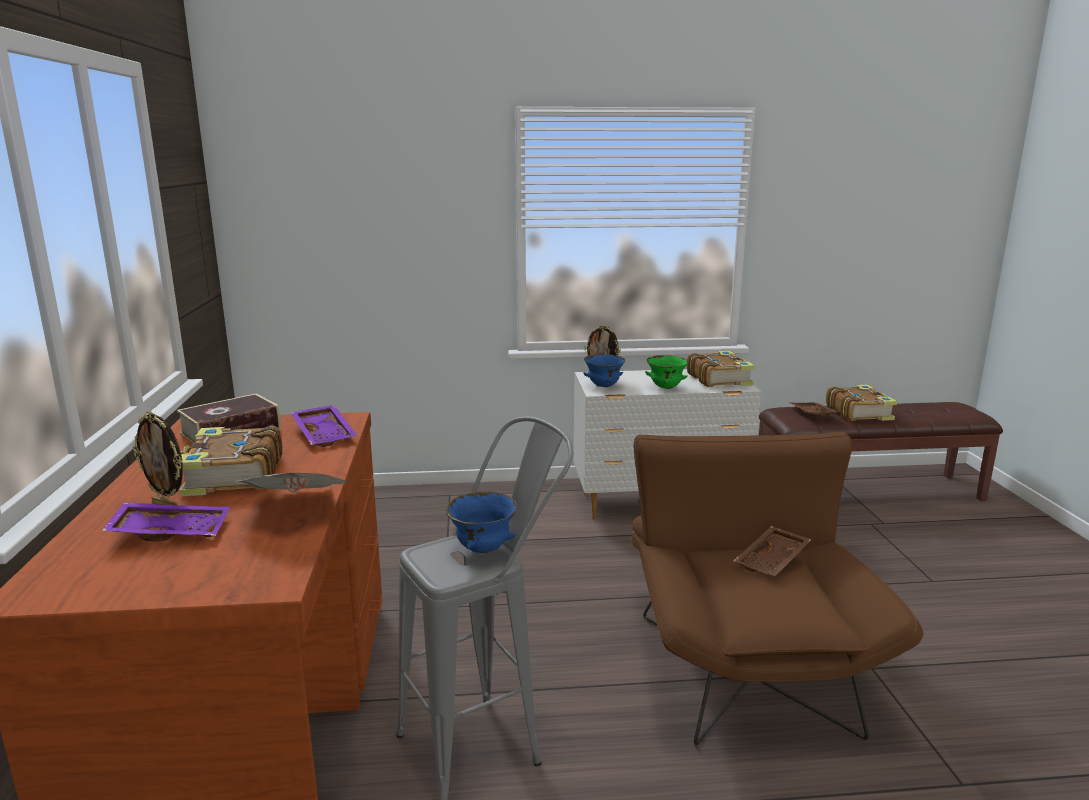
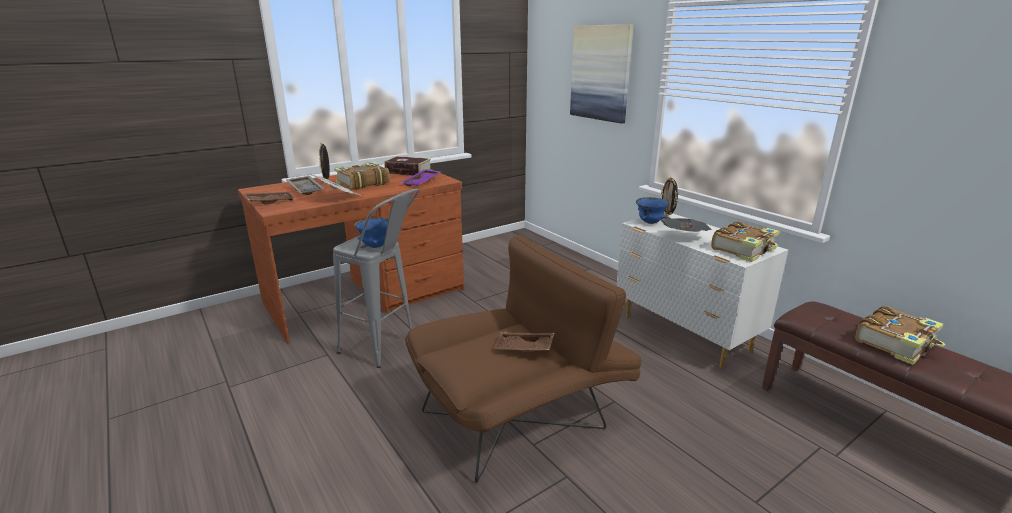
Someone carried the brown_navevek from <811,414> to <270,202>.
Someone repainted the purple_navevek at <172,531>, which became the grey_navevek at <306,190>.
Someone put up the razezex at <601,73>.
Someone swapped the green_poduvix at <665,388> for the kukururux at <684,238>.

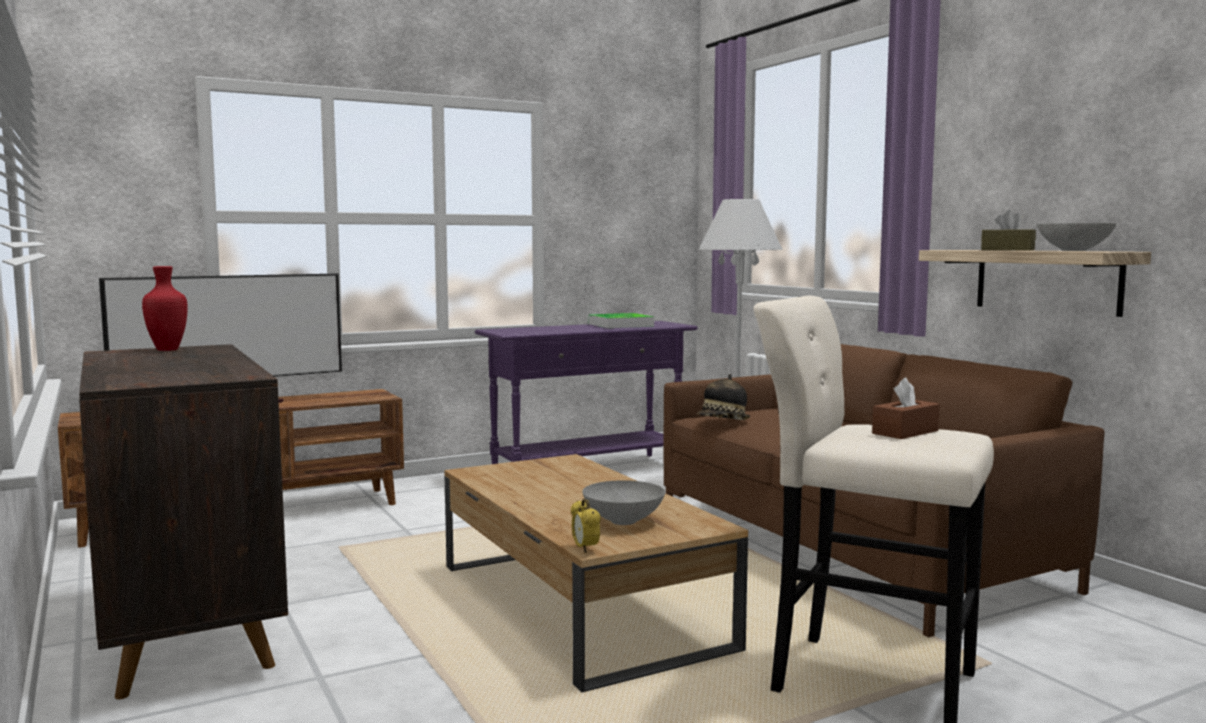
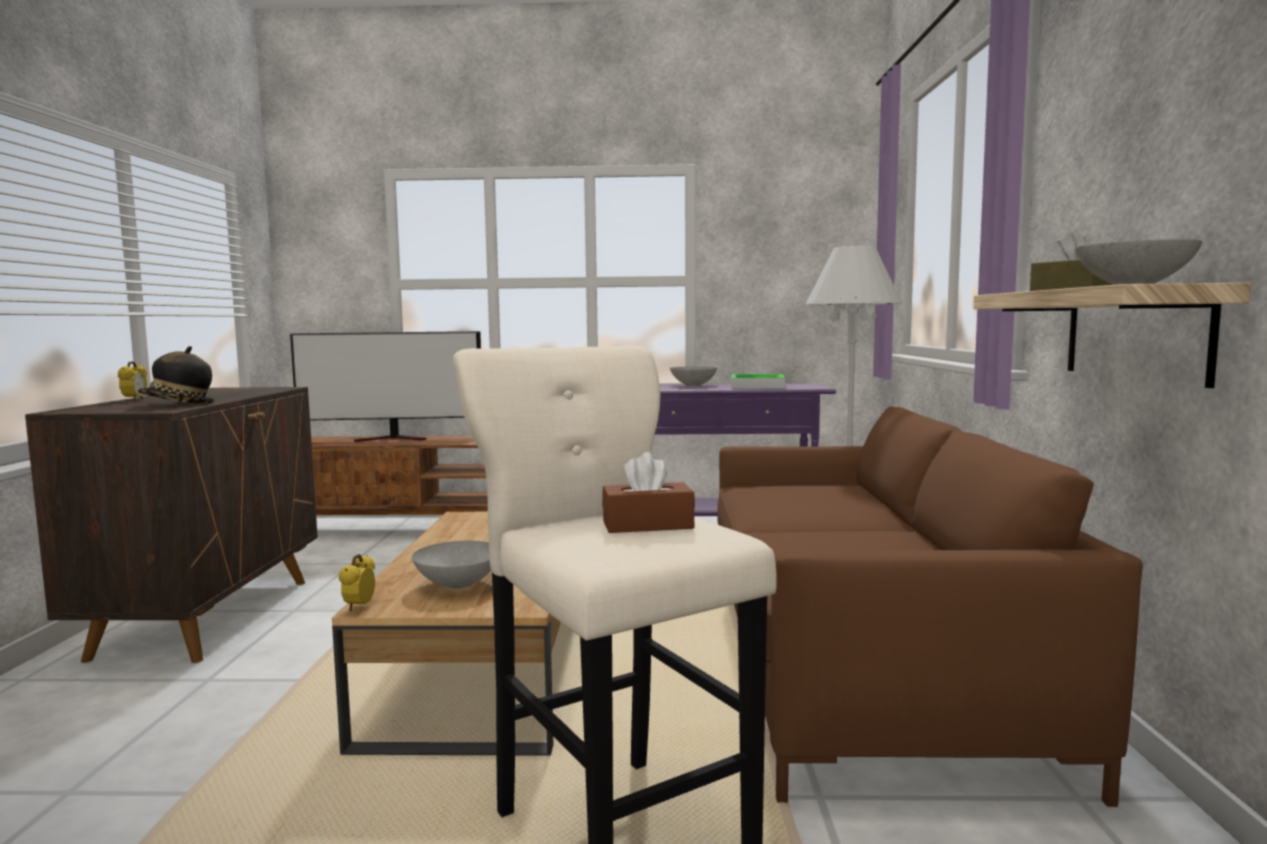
Someone put down the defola at <135,400>.
Someone carried the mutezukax from <723,422> to <178,404>.
Someone put down the grey_poduvix at <693,385>.
Someone took away the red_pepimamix at <166,350>.

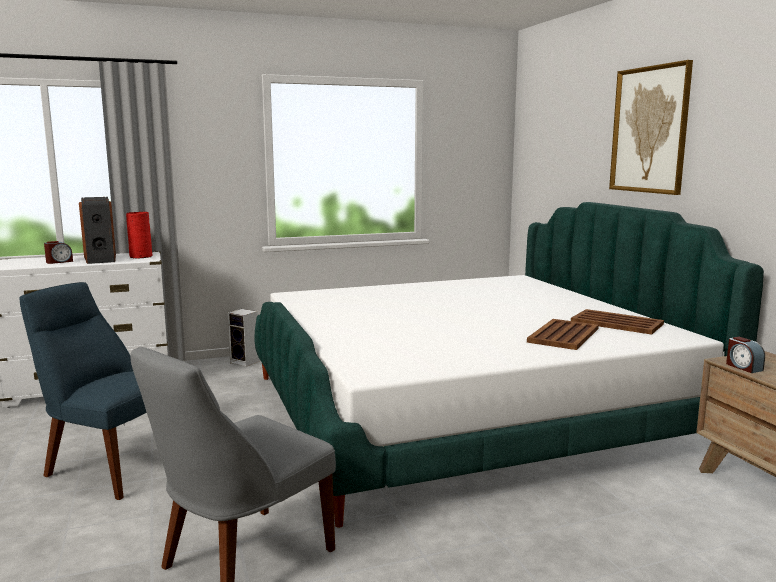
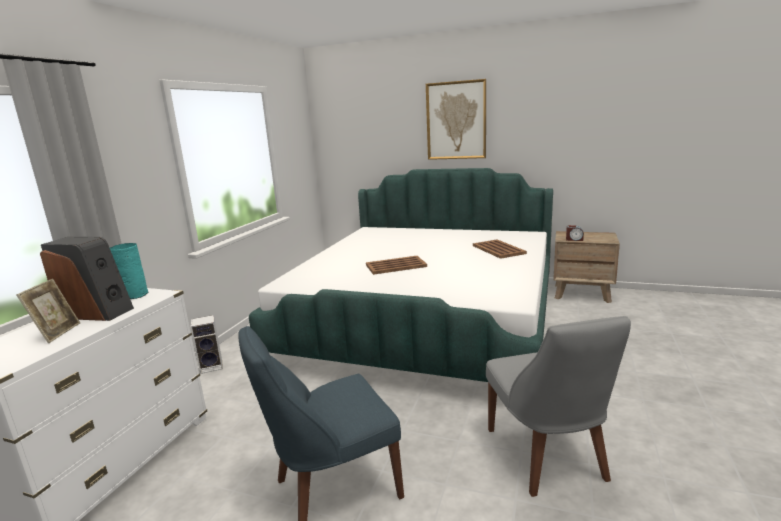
Someone swapped the defola at <59,262> for the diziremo at <57,333>.
Someone repainted the red_pepimamix at <141,256>, which became the turquoise_pepimamix at <135,295>.
Someone carried the brown_navevek from <616,323> to <395,266>.

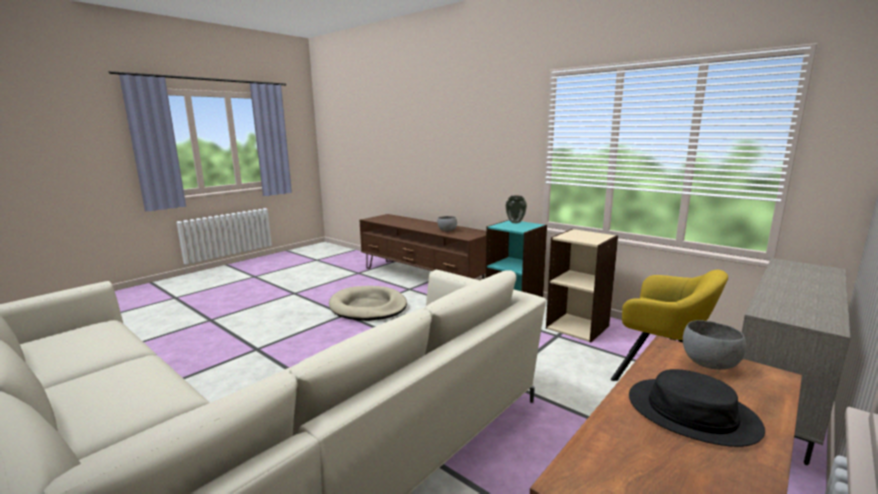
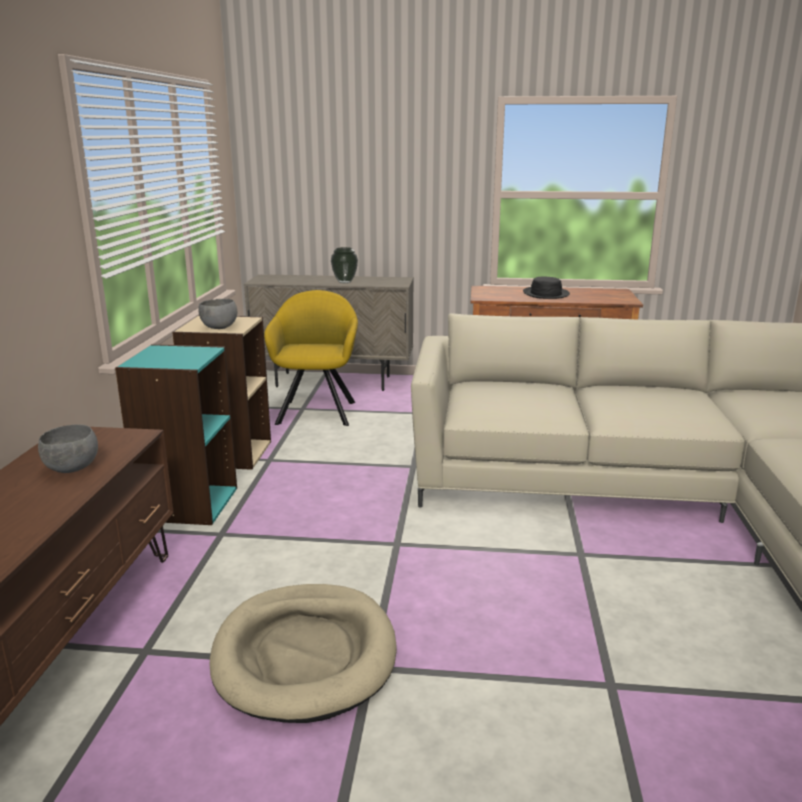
Someone carried the grey_poduvix from <708,364> to <219,328>.
Someone carried the pepimamix from <515,222> to <345,282>.

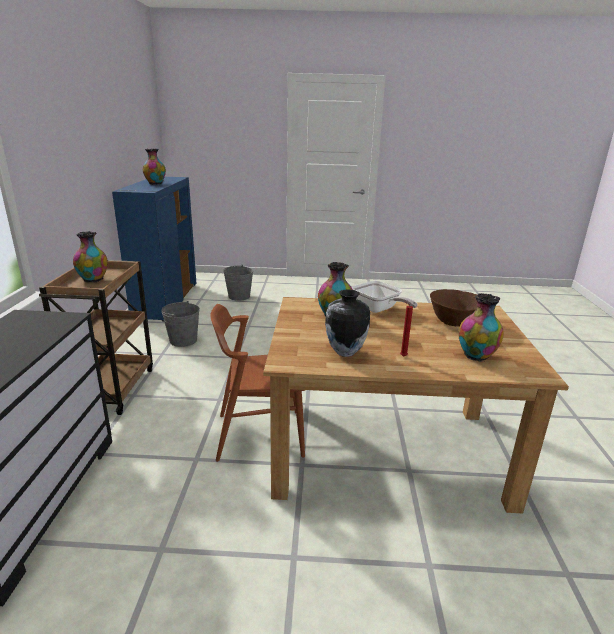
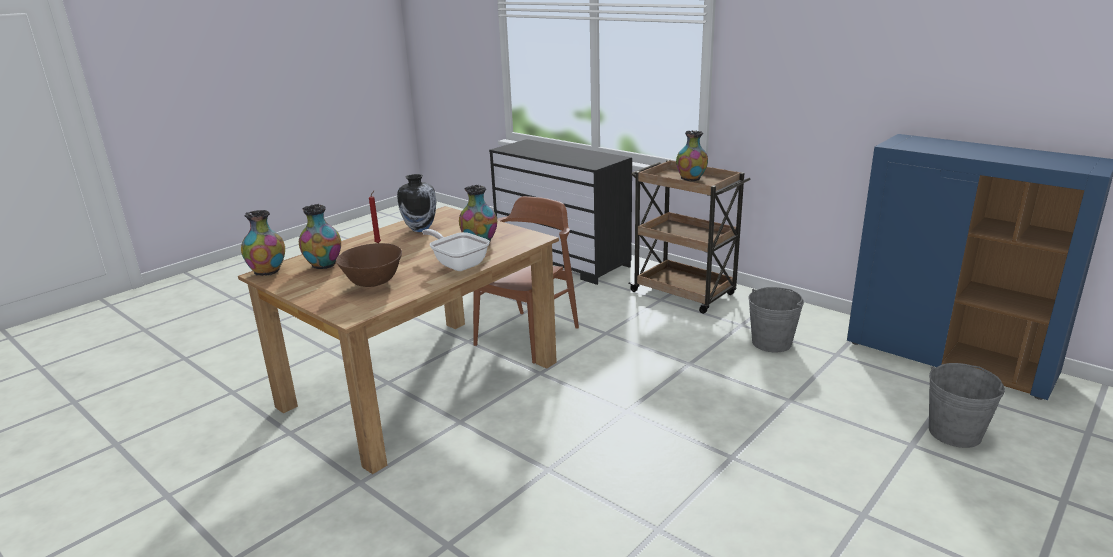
Someone carried the pepimamix from <155,184> to <268,272>.
Someone rotated the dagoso at <378,310> by 45 degrees clockwise.

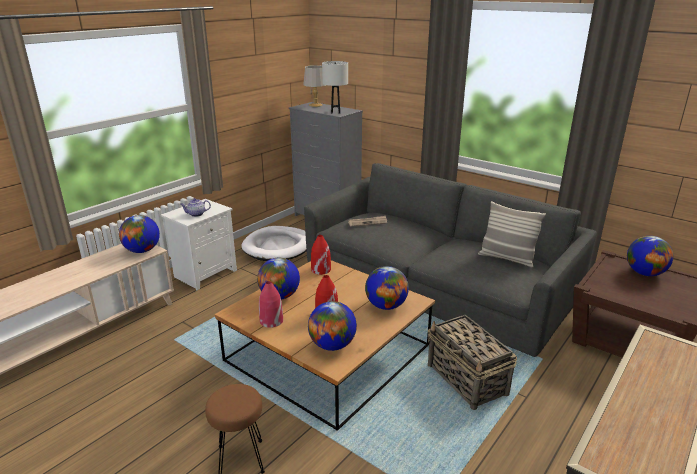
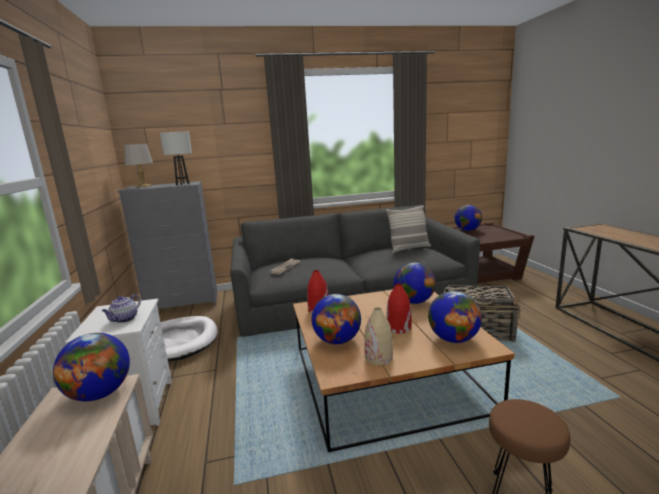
Someone repainted the red_pepimamix at <271,321>, which became the beige_pepimamix at <378,357>.

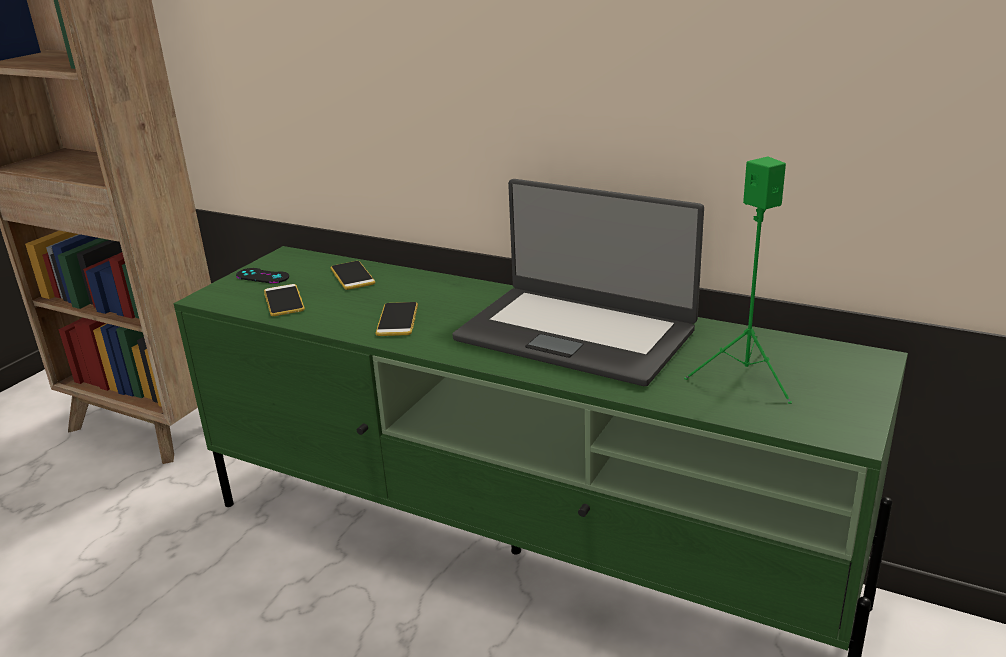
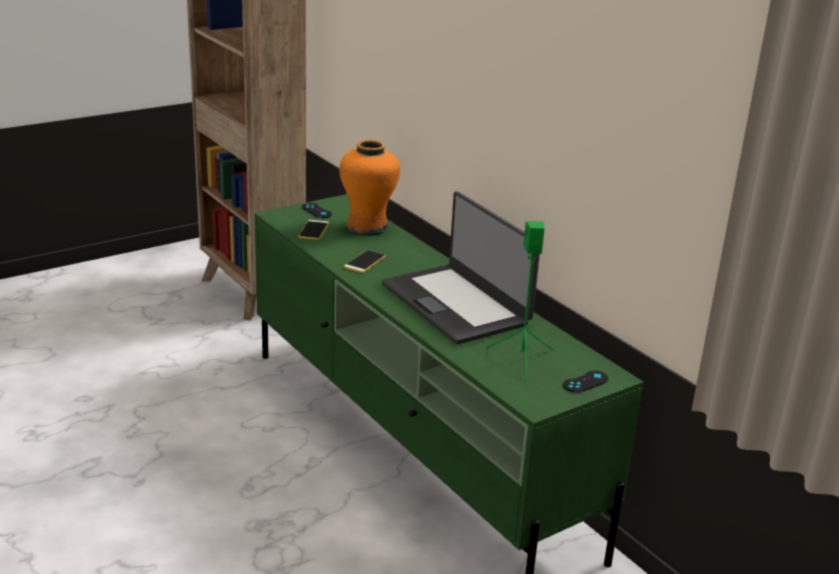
Someone swapped the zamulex at <352,276> for the orange_pepimamix at <367,227>.
Someone put down the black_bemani at <585,382>.

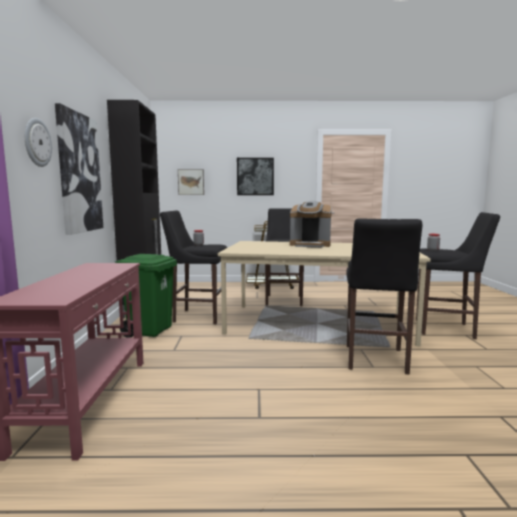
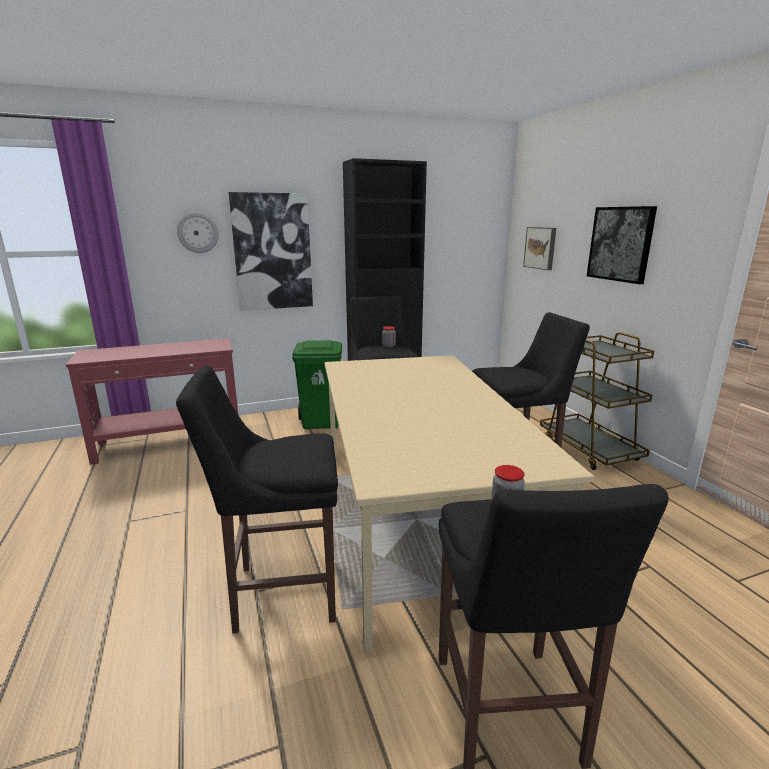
Someone took away the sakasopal at <310,245>.

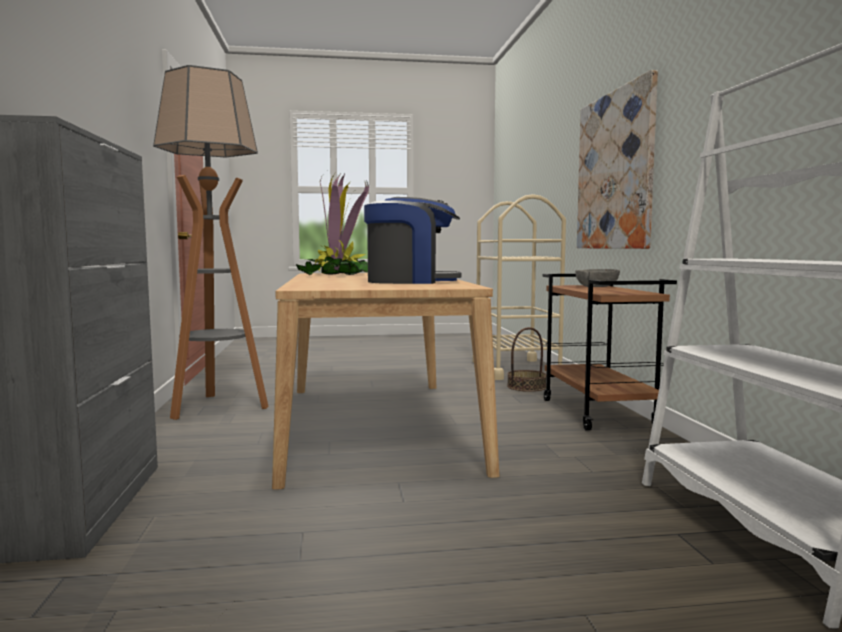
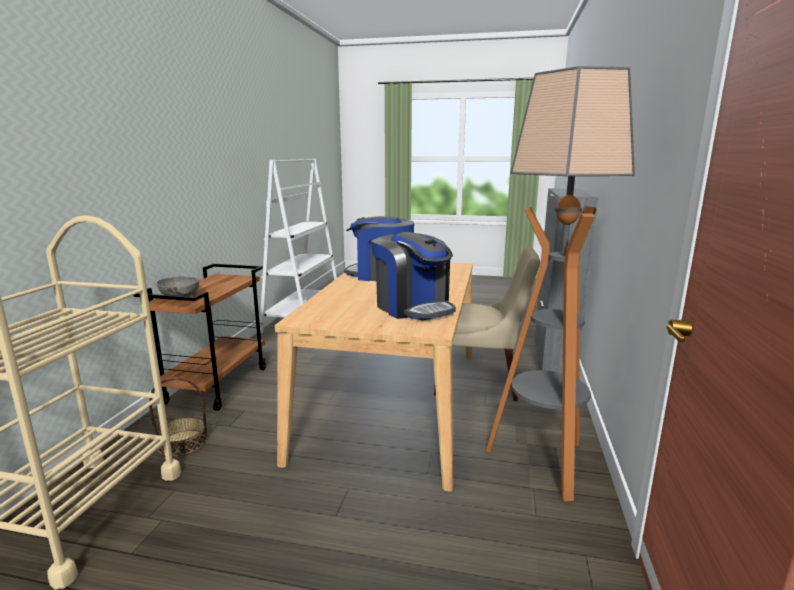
Someone swapped the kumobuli at <338,275> for the sakasopal at <413,308>.
Someone put down the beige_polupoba at <479,382>.
Someone took away the razezex at <614,171>.

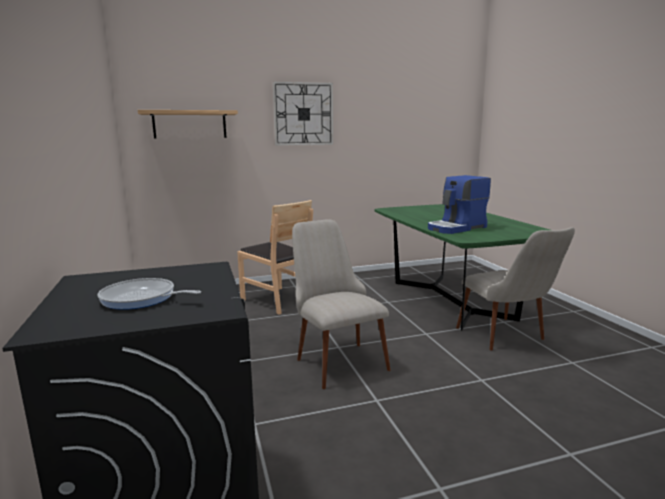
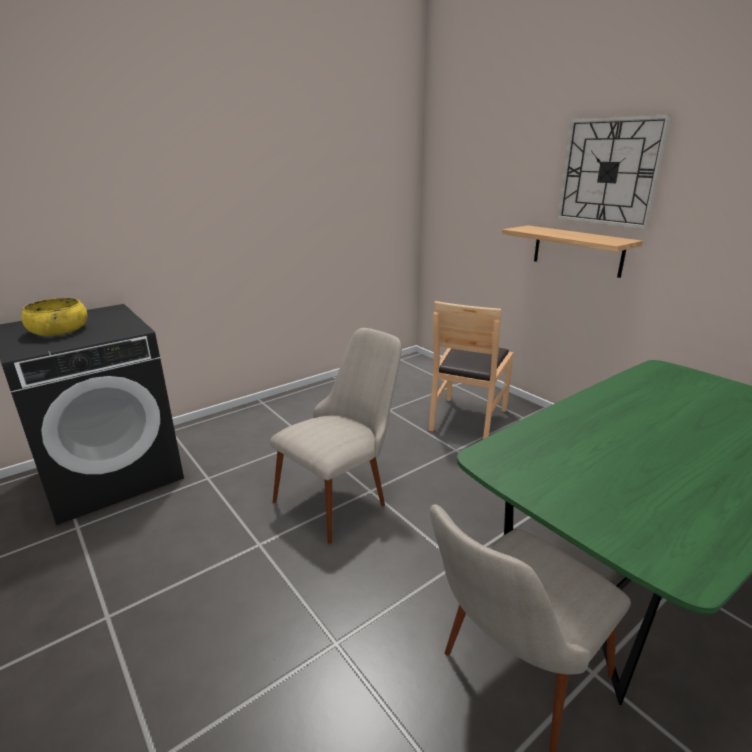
Someone swapped the dagoso at <141,299> for the yellow_poduvix at <59,330>.
Someone carried the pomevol from <189,124> to <577,250>.
Someone took away the sakasopal at <457,228>.

